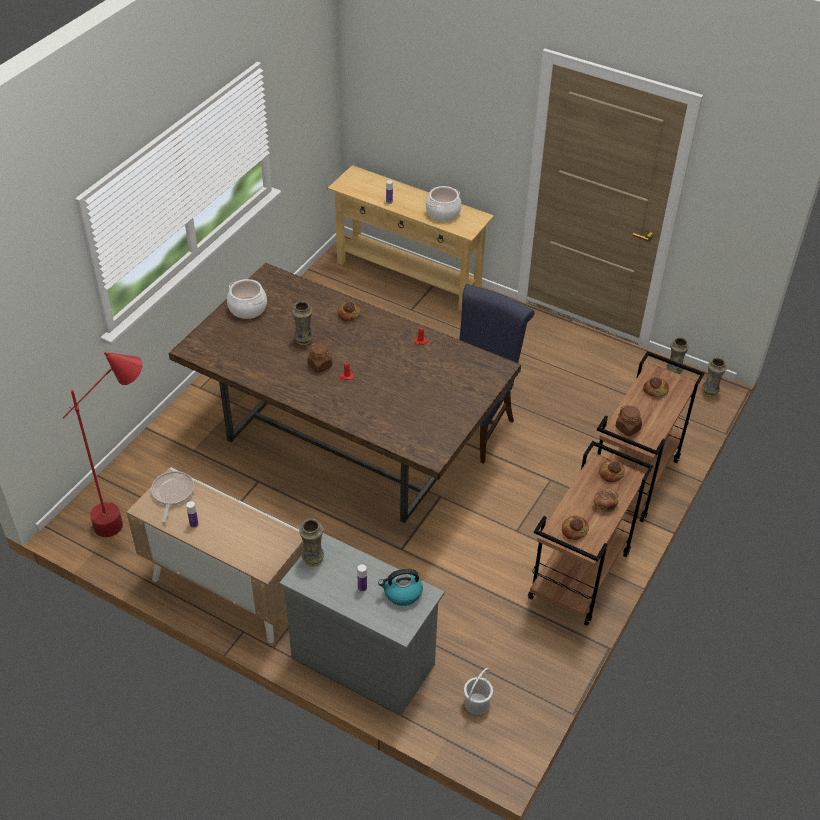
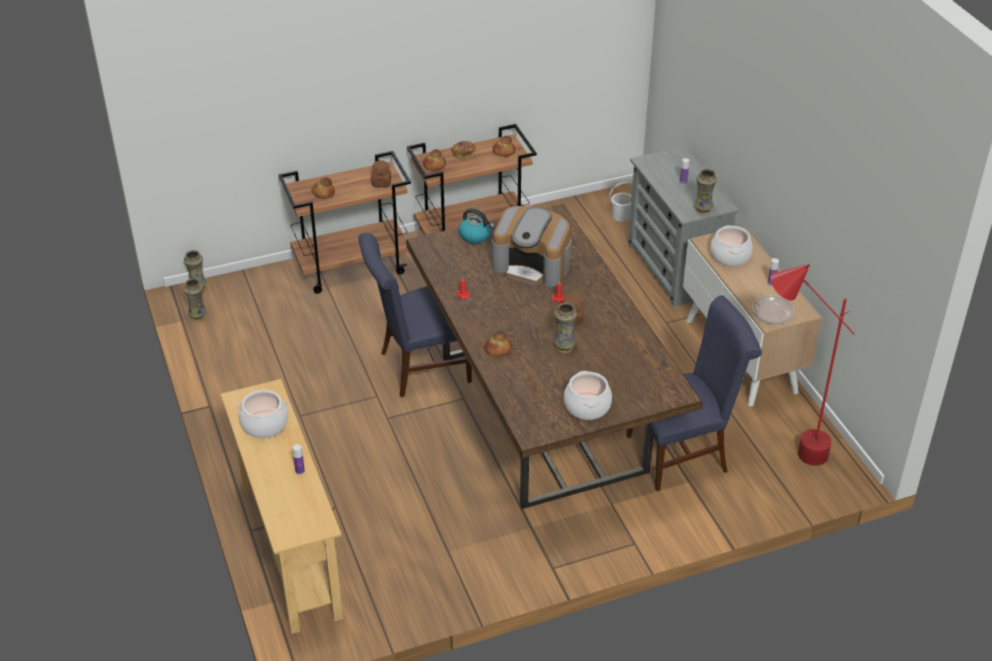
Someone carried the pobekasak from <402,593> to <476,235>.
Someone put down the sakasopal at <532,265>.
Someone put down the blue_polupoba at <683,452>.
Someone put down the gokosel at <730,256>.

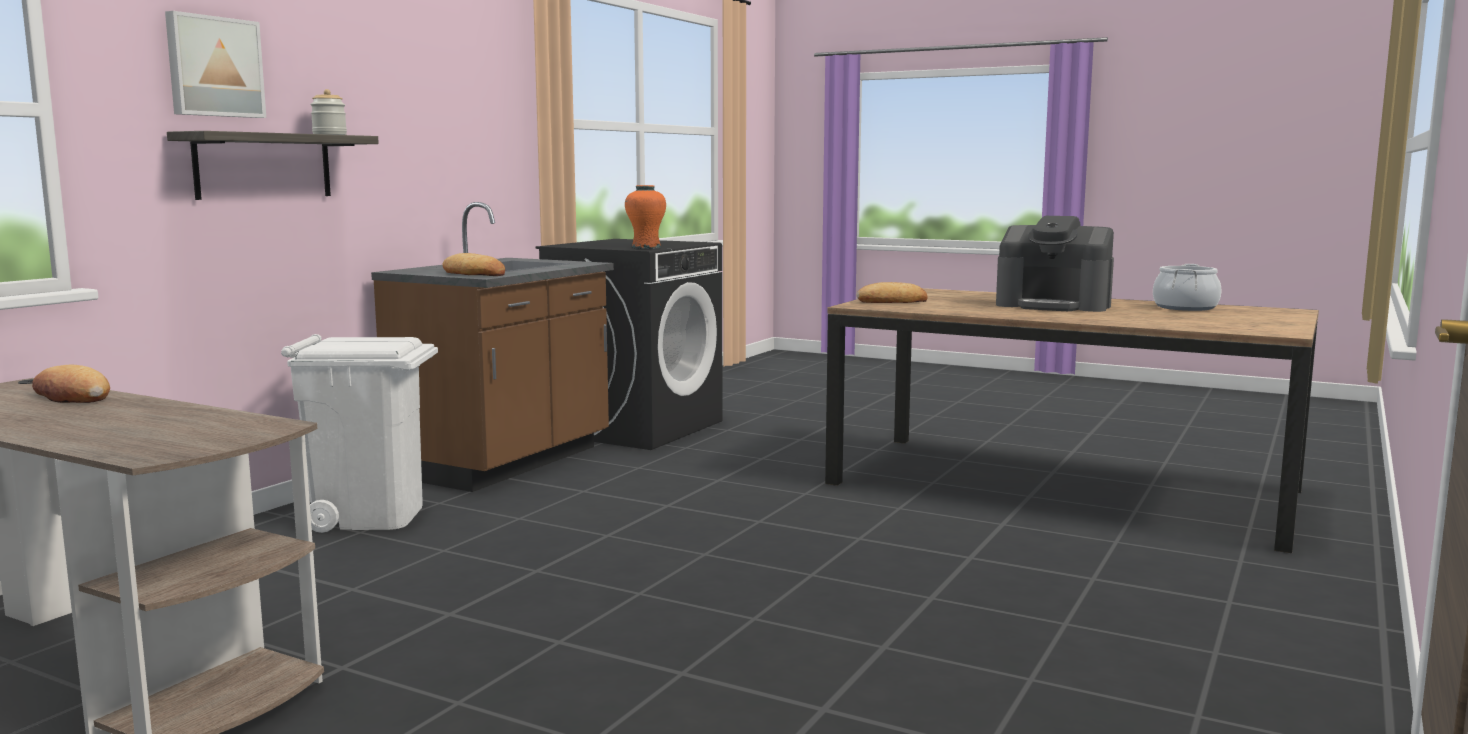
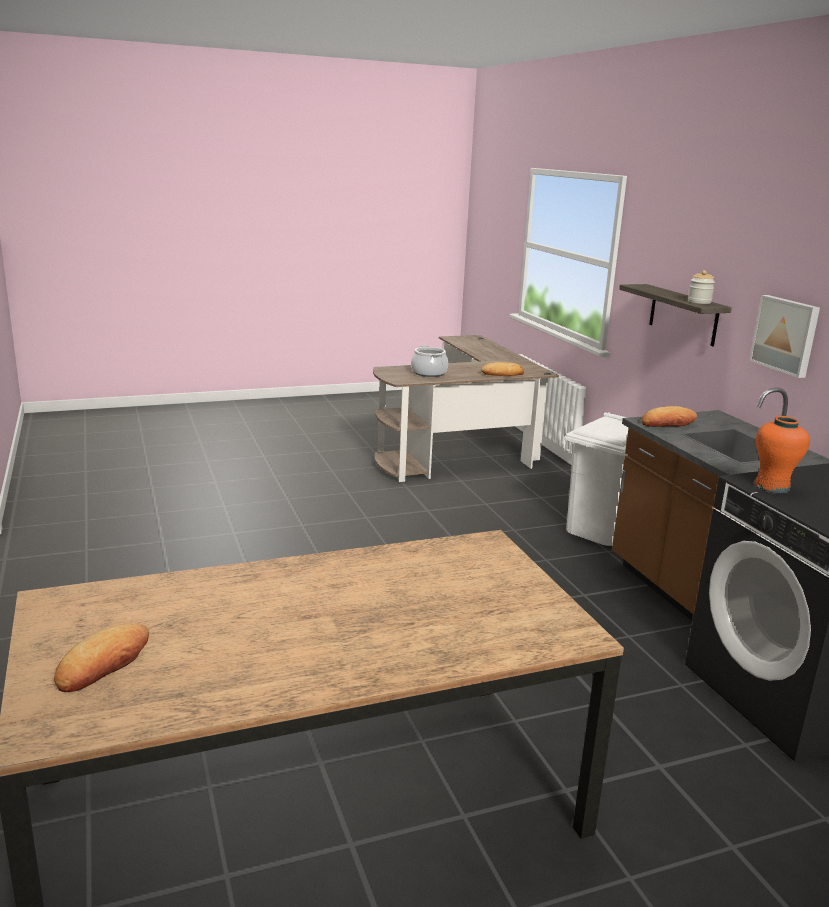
Someone carried the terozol from <892,301> to <104,663>.
Someone carried the gokosel from <1185,307> to <429,373>.
Someone carried the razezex from <213,67> to <786,335>.
Someone took away the sakasopal at <1054,305>.

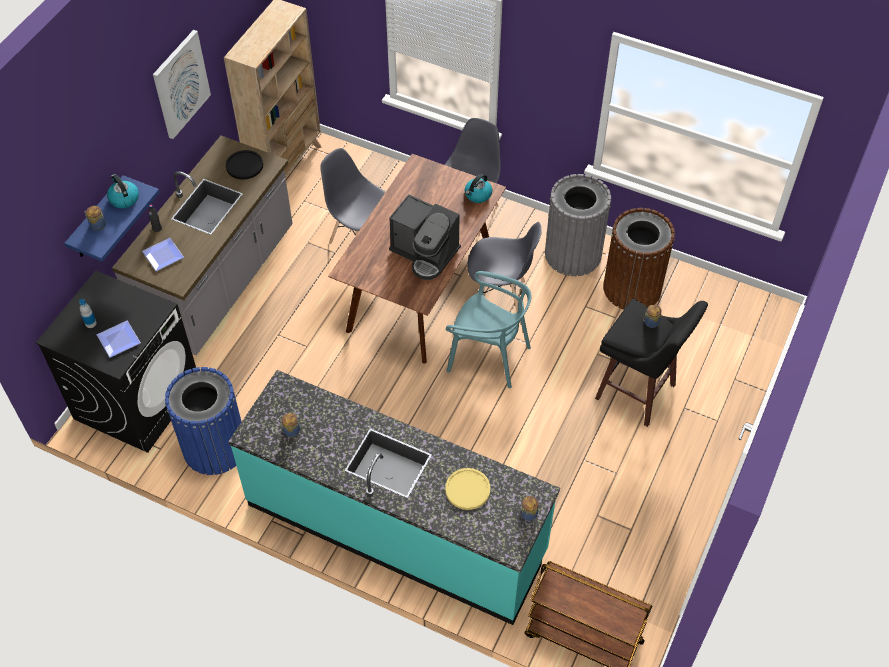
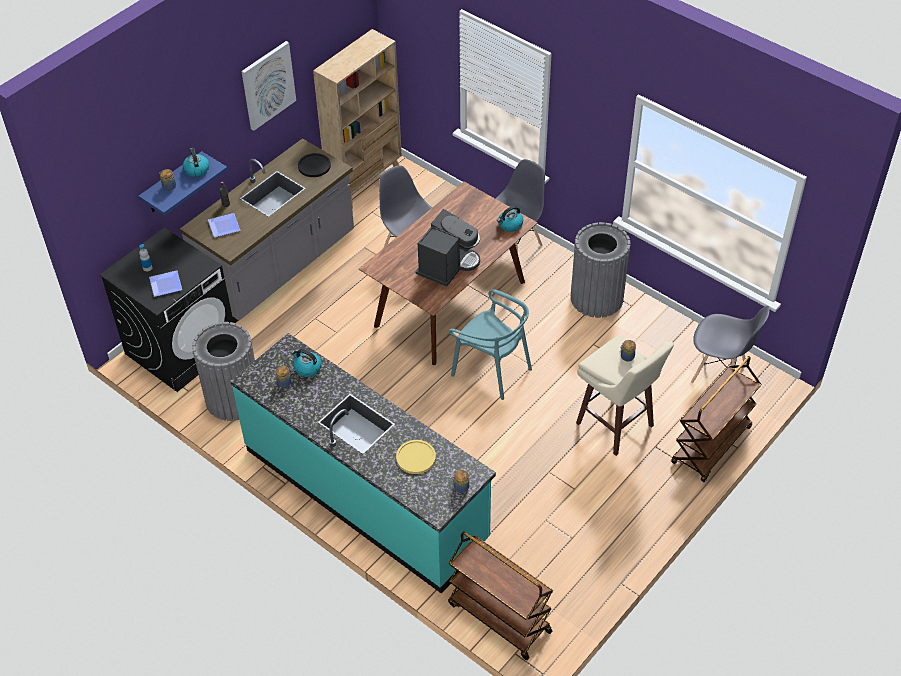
Someone repainted the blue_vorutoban at <214,447>, which became the grey_vorutoban at <233,398>.
Someone put down the pobekasak at <307,368>.
Someone rotated the sakasopal at <425,253> by 105 degrees counterclockwise.
Someone repainted the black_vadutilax at <637,393>, which became the beige_vadutilax at <616,426>.
Someone put down the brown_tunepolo at <711,446>.
Someone carried the grey_polupoba from <499,298> to <719,373>.
Someone took away the brown_vorutoban at <632,288>.

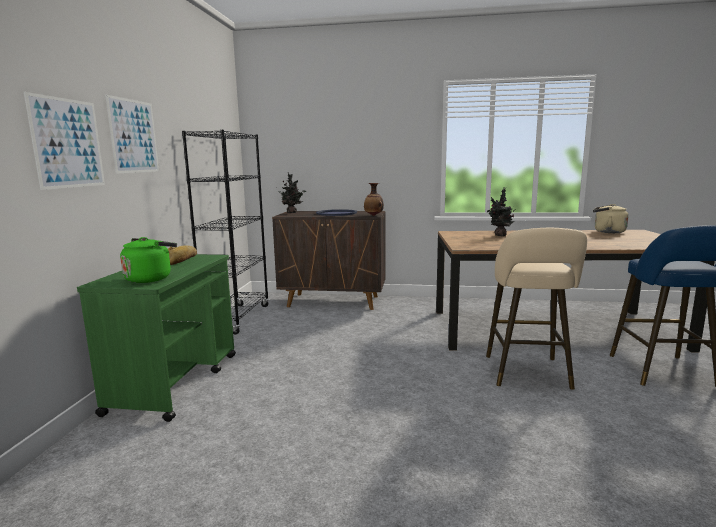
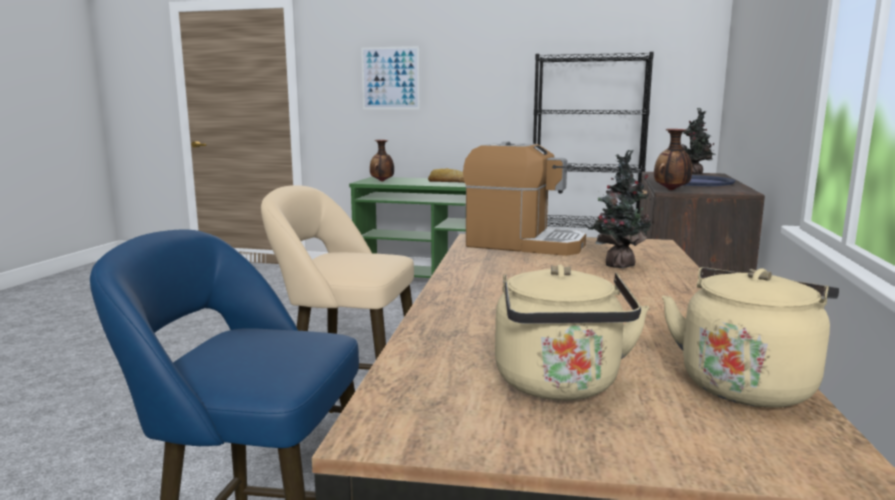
Someone swapped the green_pobekasak at <150,278> for the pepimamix at <382,181>.
Someone put down the sakasopal at <523,244>.
Someone put down the beige_pobekasak at <560,386>.
Someone took away the razezex at <134,136>.

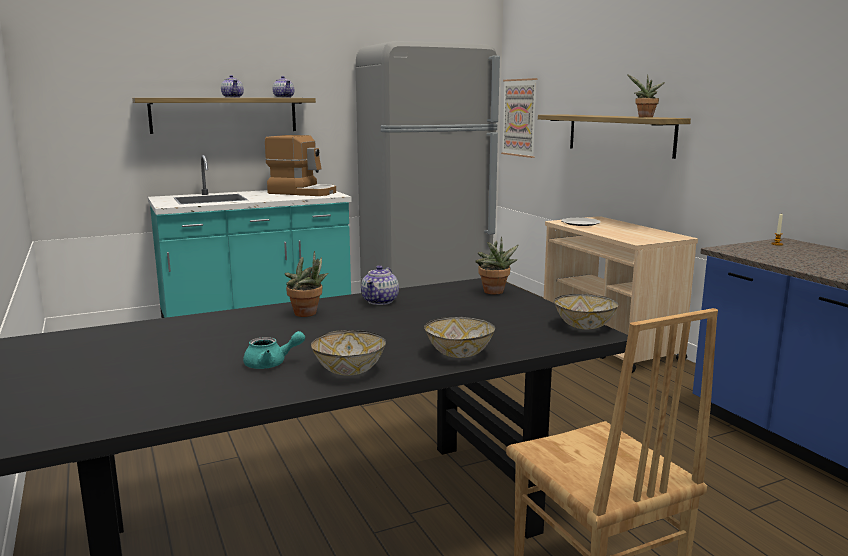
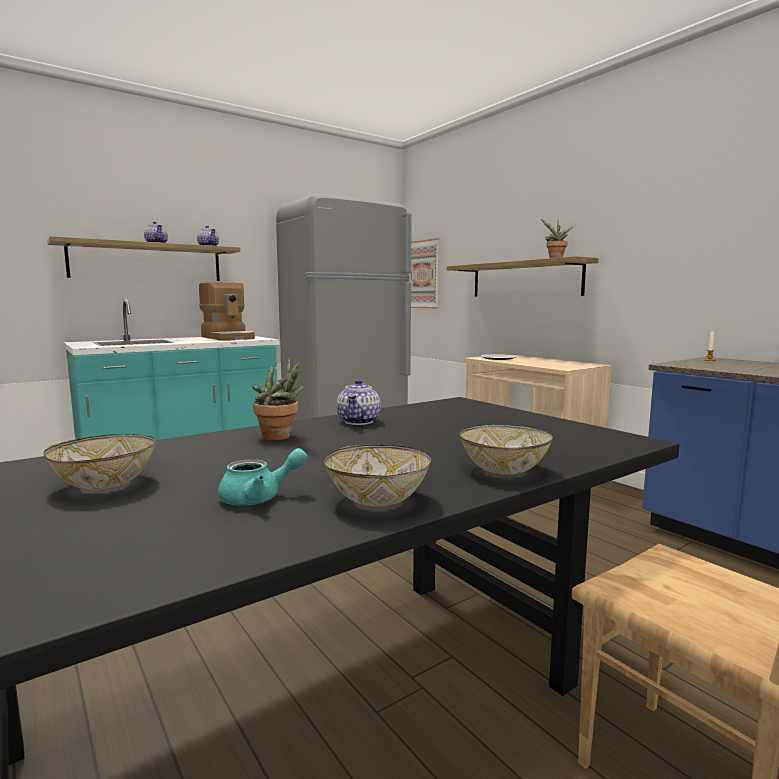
Someone carried the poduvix from <583,326> to <105,484>.
Someone rotated the sakasopal at <303,192> by 45 degrees clockwise.
Someone took away the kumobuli at <494,292>.

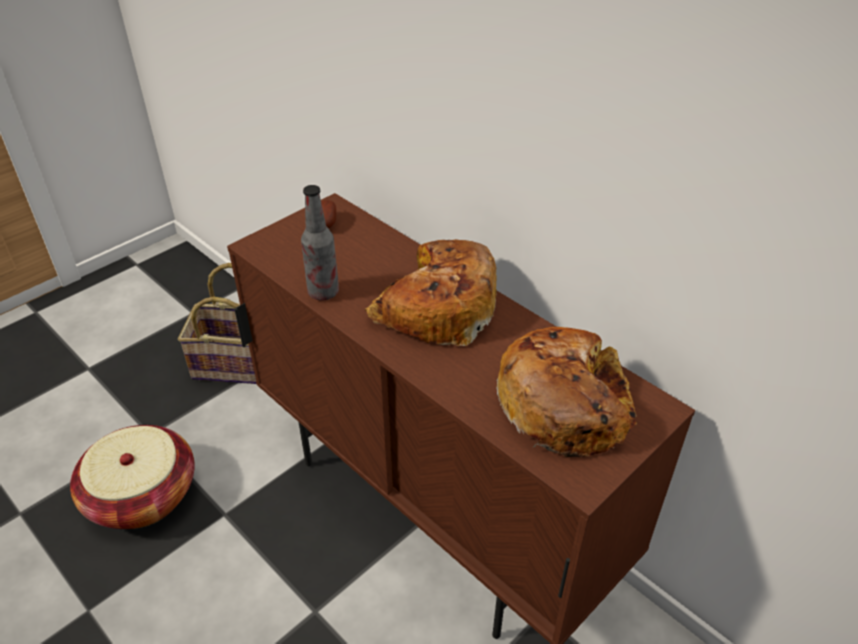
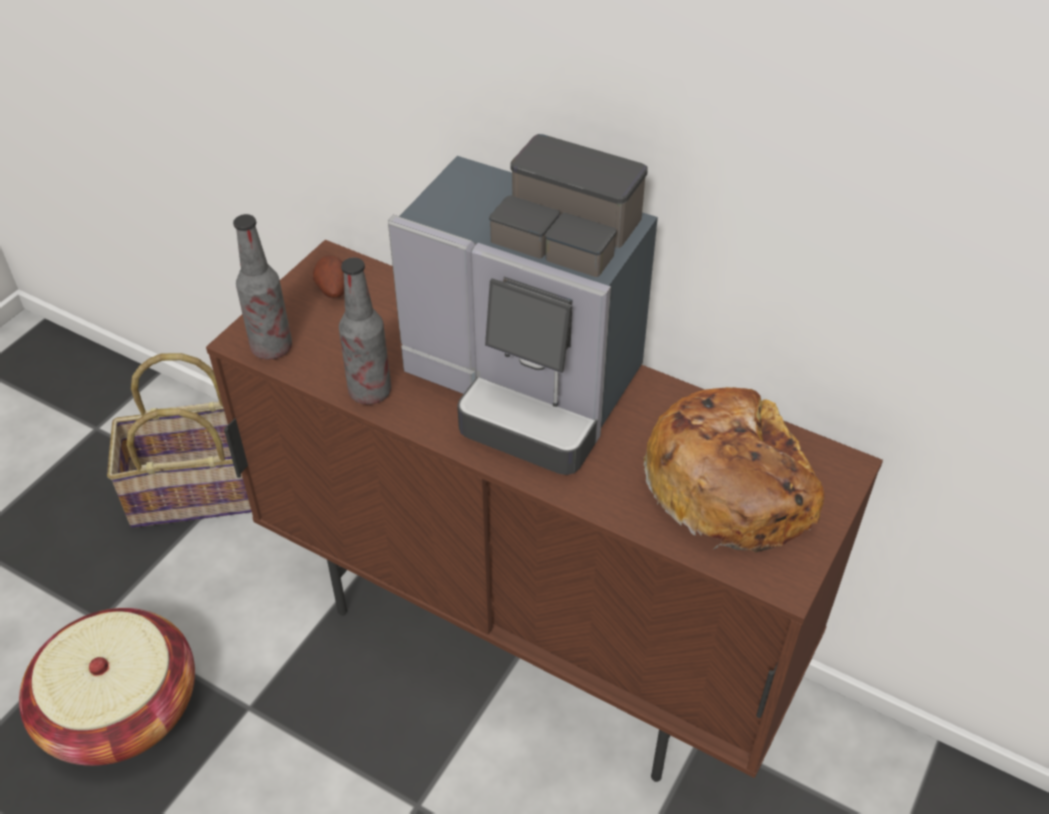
Someone put down the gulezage at <272,348>.
Someone swapped the terozol at <435,308> for the sakasopal at <526,386>.

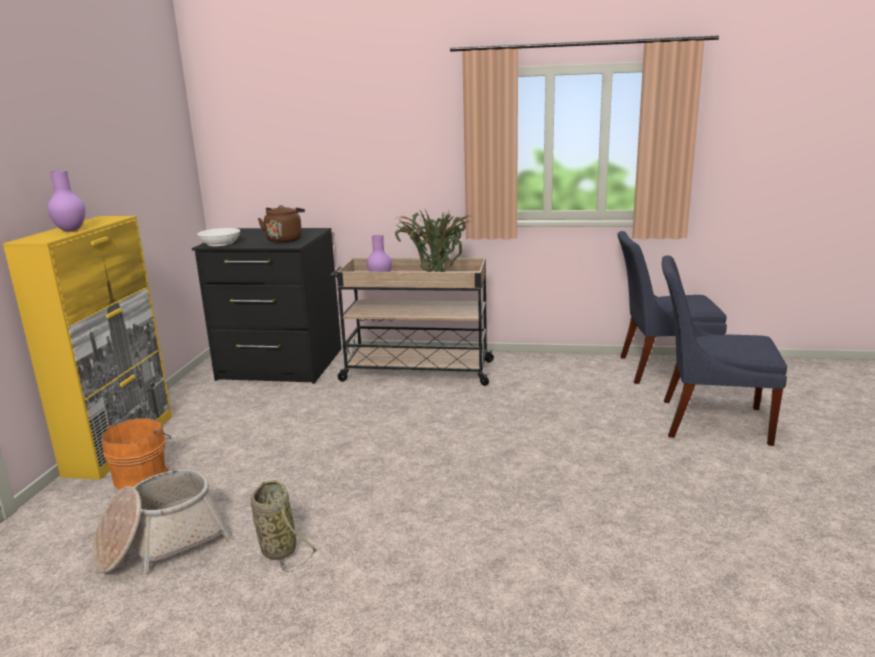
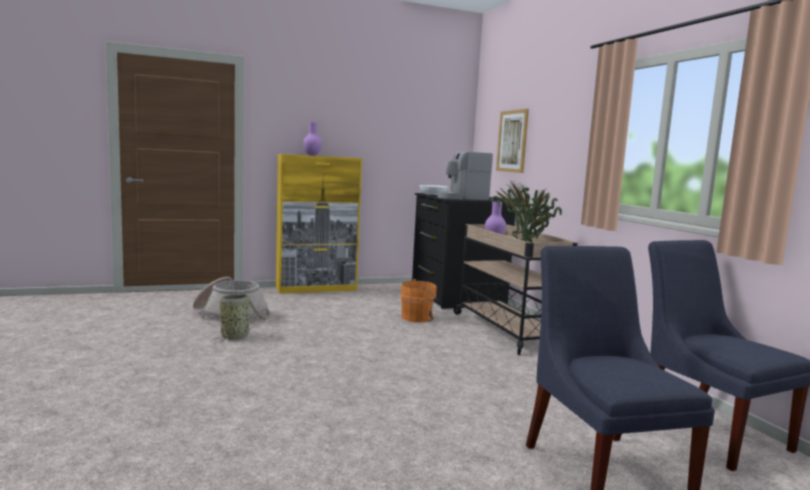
Someone carried the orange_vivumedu from <143,476> to <418,317>.
Someone swapped the brown_pobekasak at <285,240> for the sakasopal at <462,198>.
Someone put up the razezex at <512,141>.

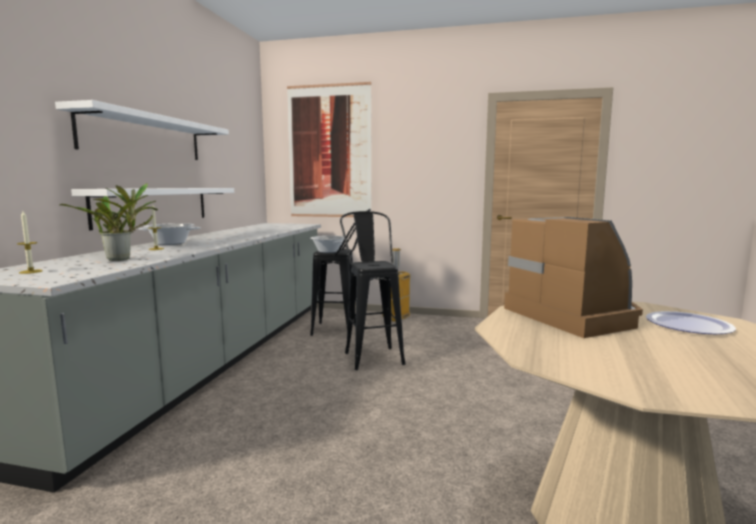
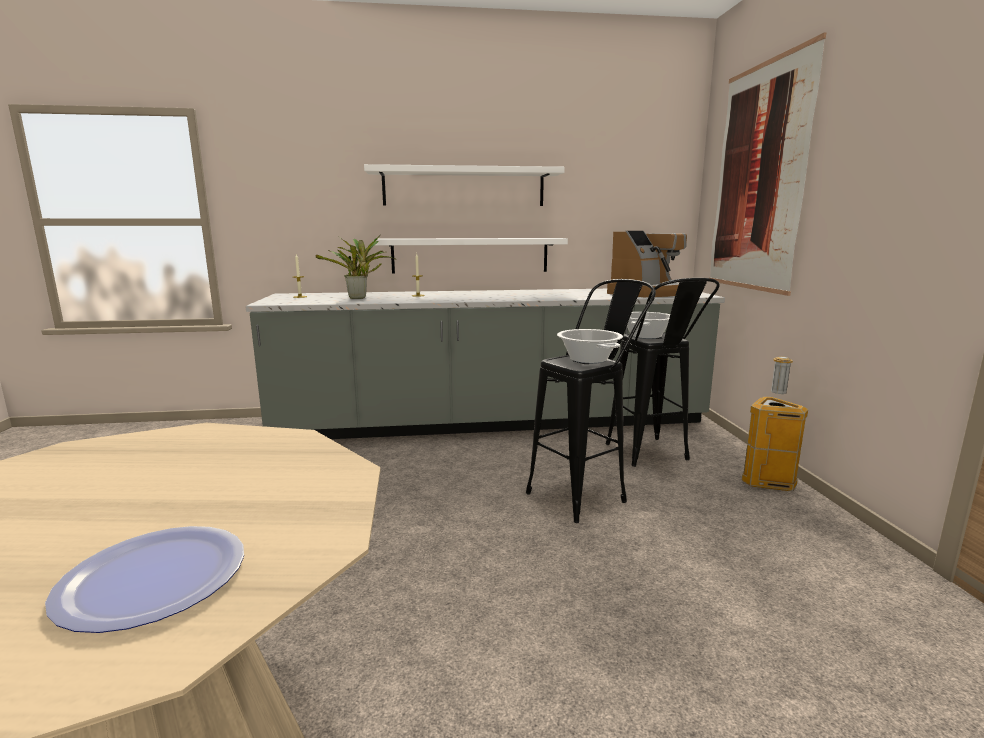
Someone carried the gokosel from <171,243> to <588,359>.
Someone carried the sakasopal from <573,315> to <650,293>.

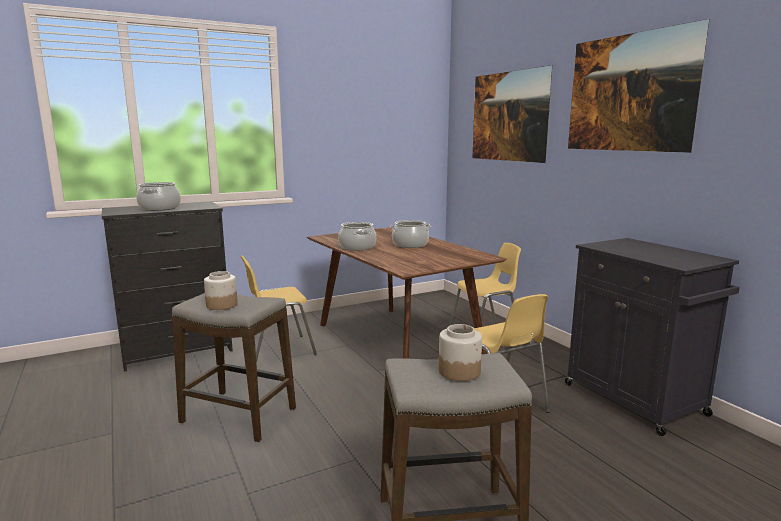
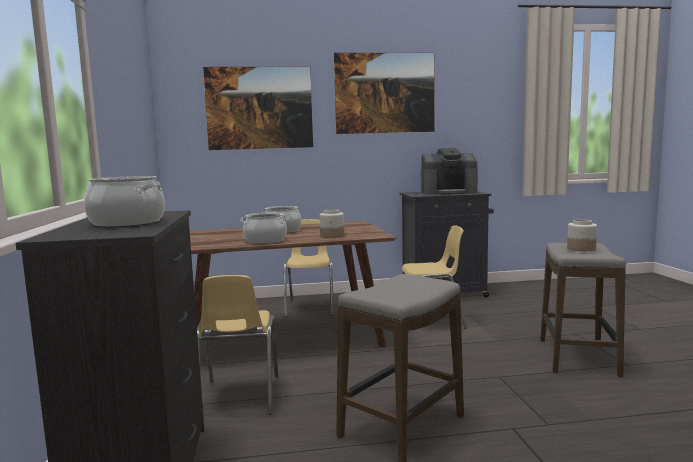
Someone carried the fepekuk from <221,305> to <332,236>.
Someone put down the sakasopal at <448,192>.

